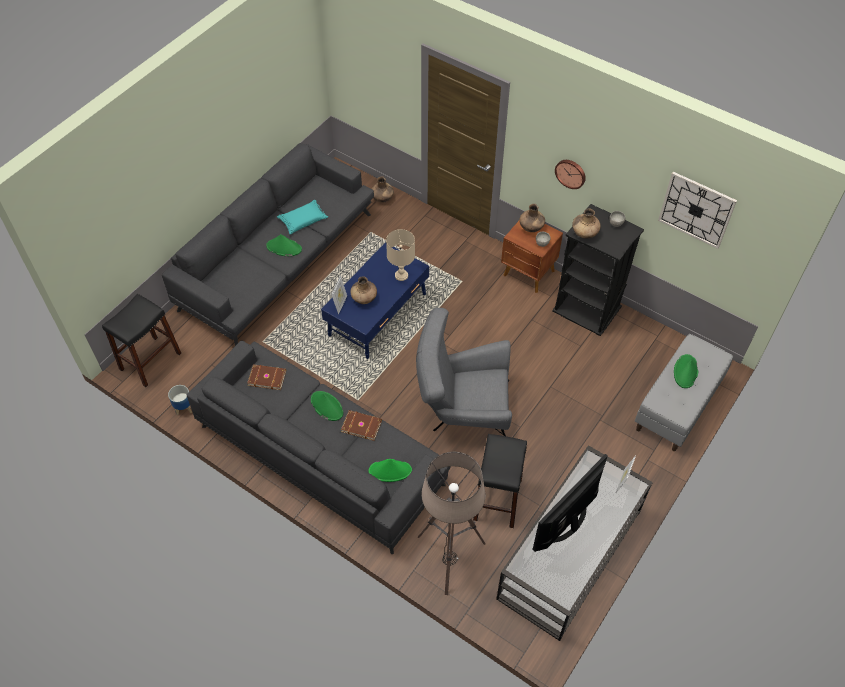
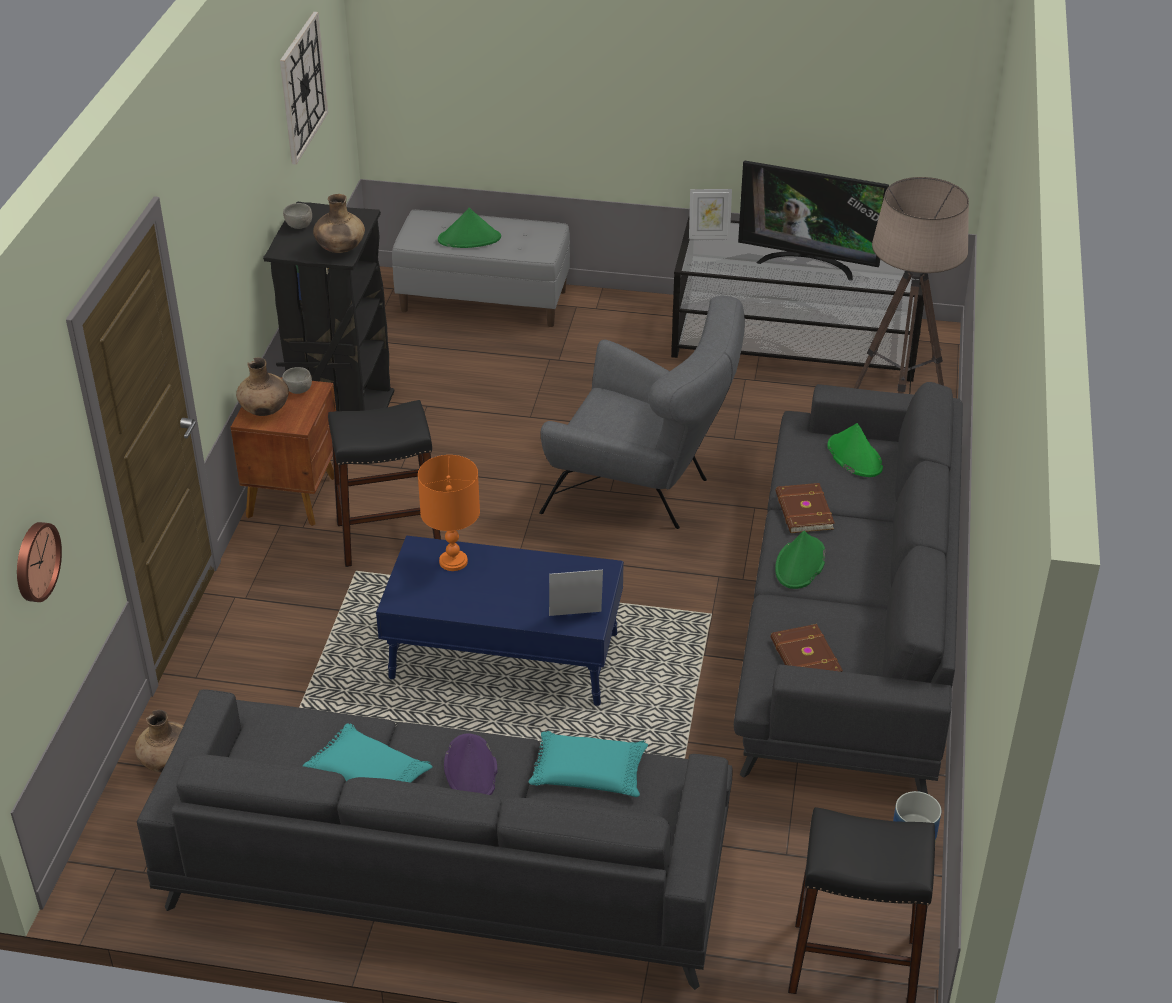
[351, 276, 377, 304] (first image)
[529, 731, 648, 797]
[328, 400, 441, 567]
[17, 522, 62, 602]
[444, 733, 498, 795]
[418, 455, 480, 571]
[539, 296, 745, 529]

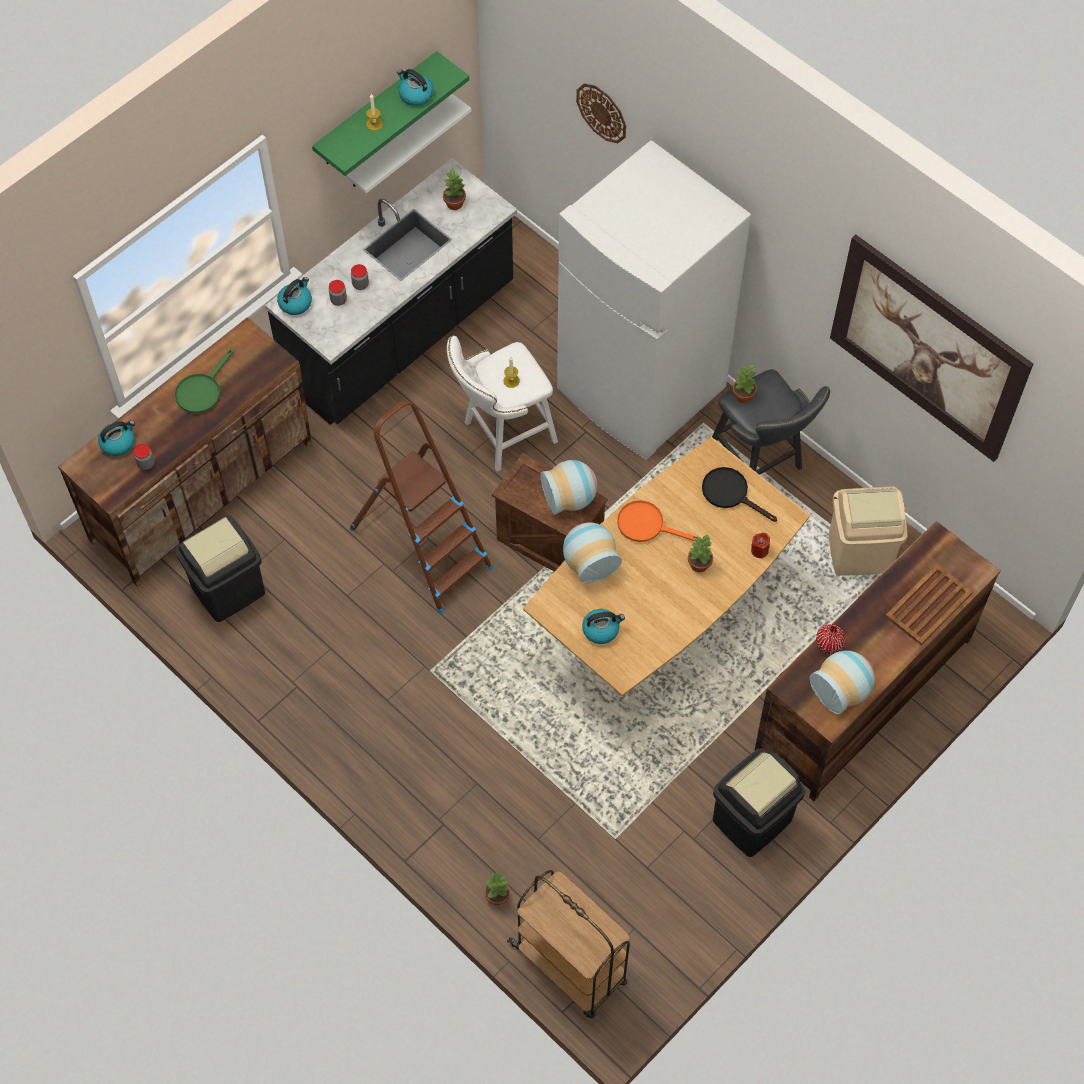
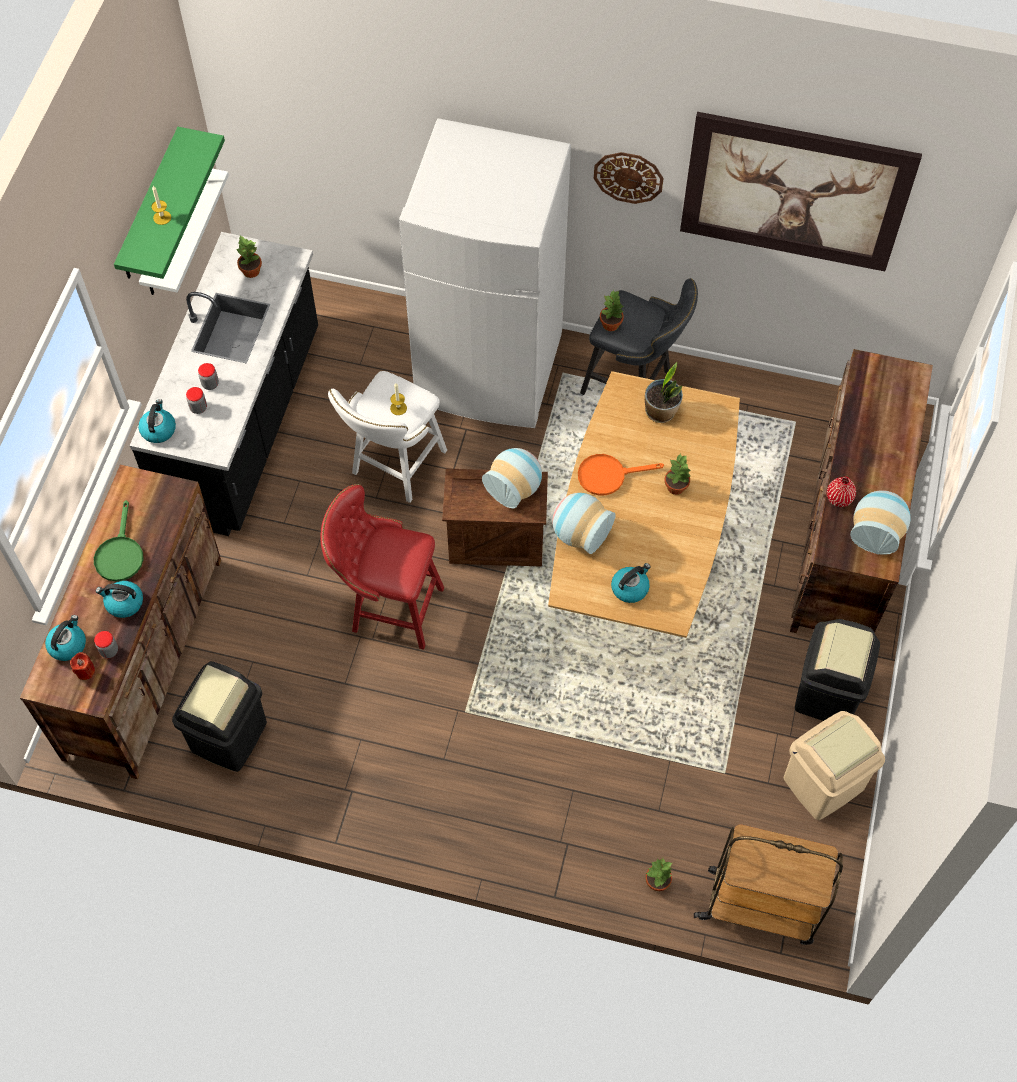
[885, 564, 972, 645] (first image)
[96, 581, 143, 618]
[594, 152, 664, 204]
[70, 652, 95, 680]
[784, 711, 885, 820]
[320, 484, 444, 649]
[645, 362, 683, 423]

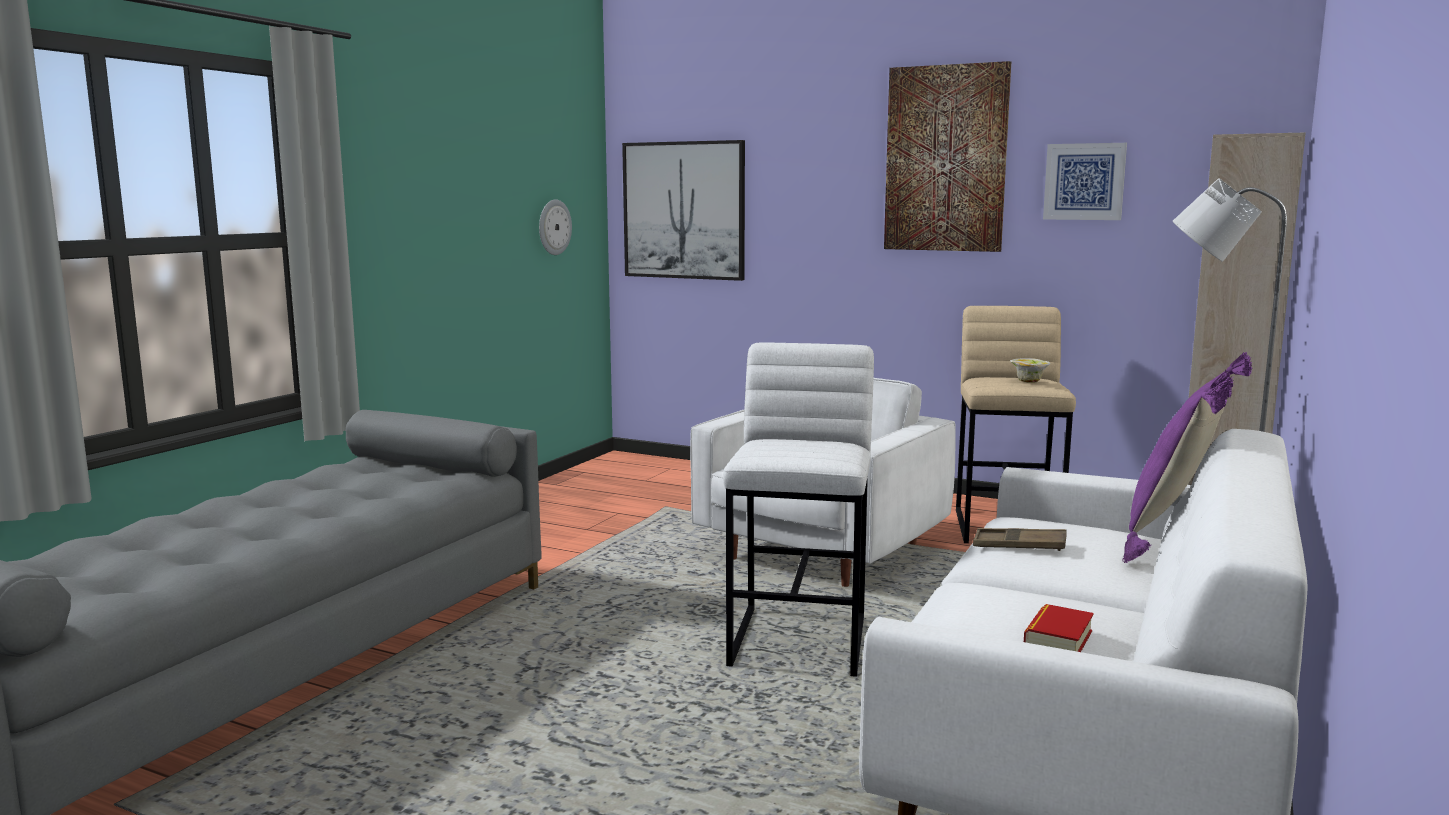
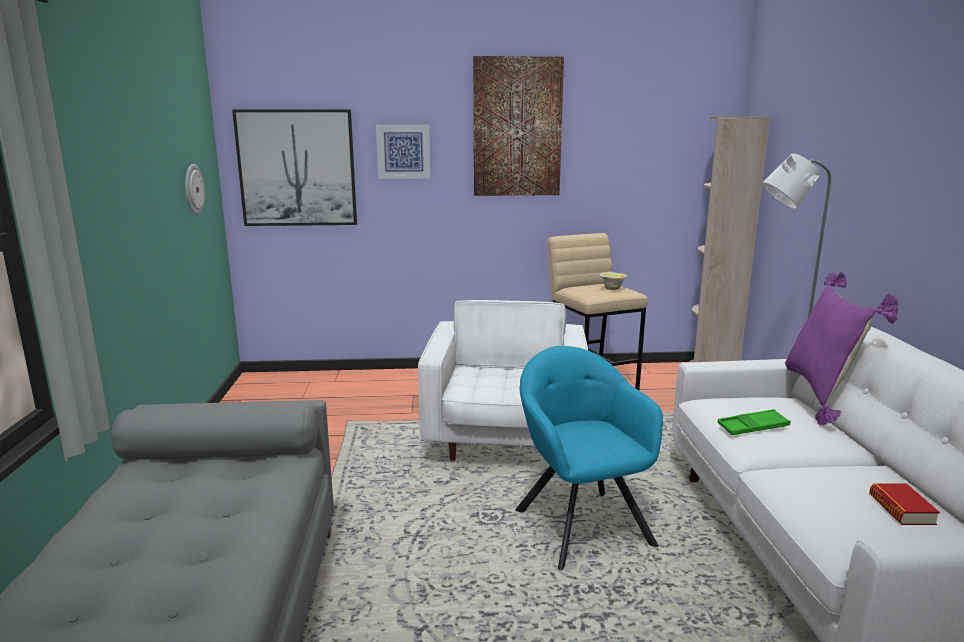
[376, 124, 430, 179]
[515, 346, 663, 570]
[718, 409, 790, 435]

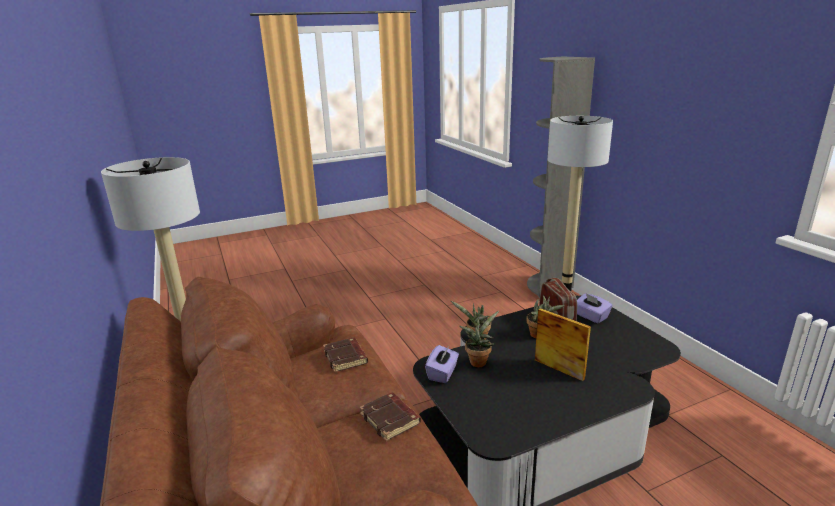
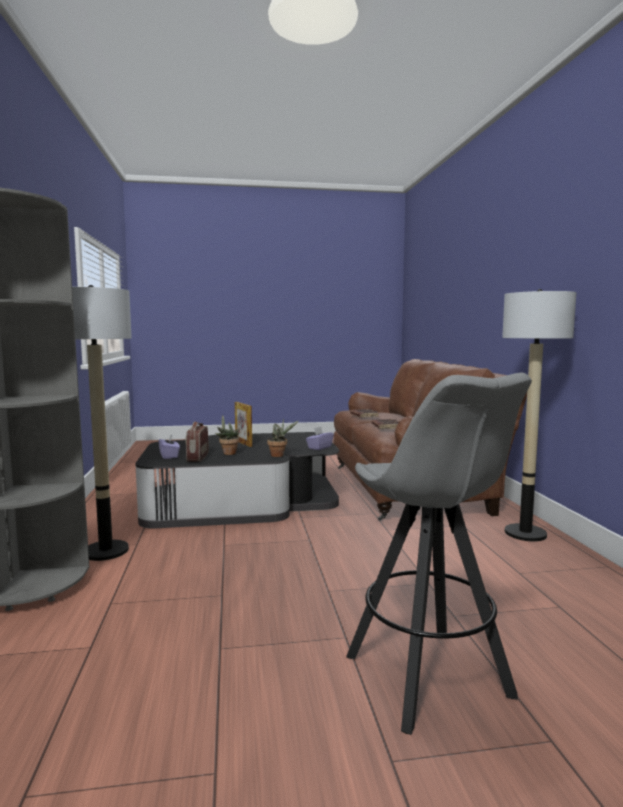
[459, 311, 499, 367] (first image)
[346, 373, 532, 735]

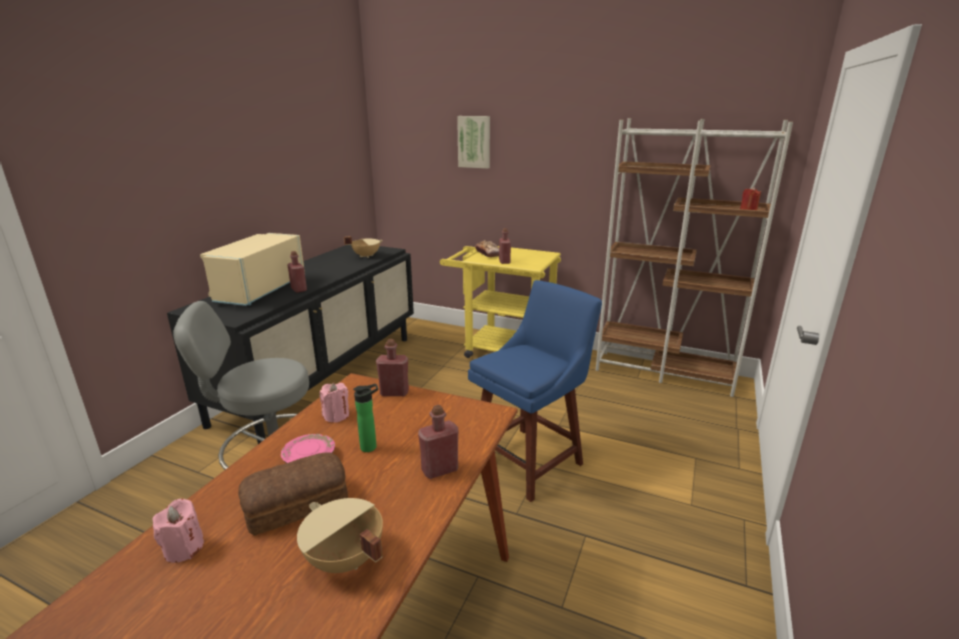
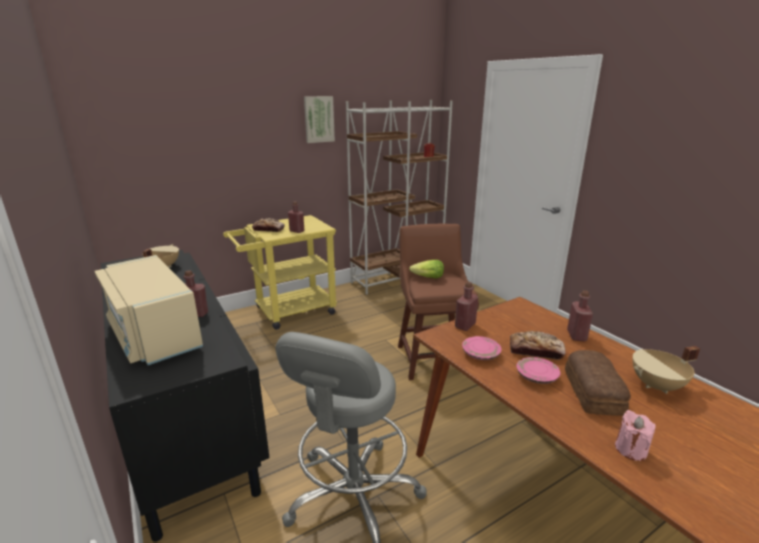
[409, 260, 444, 279]
[304, 96, 335, 143]
[462, 336, 501, 360]
[510, 331, 566, 360]
[398, 224, 479, 380]

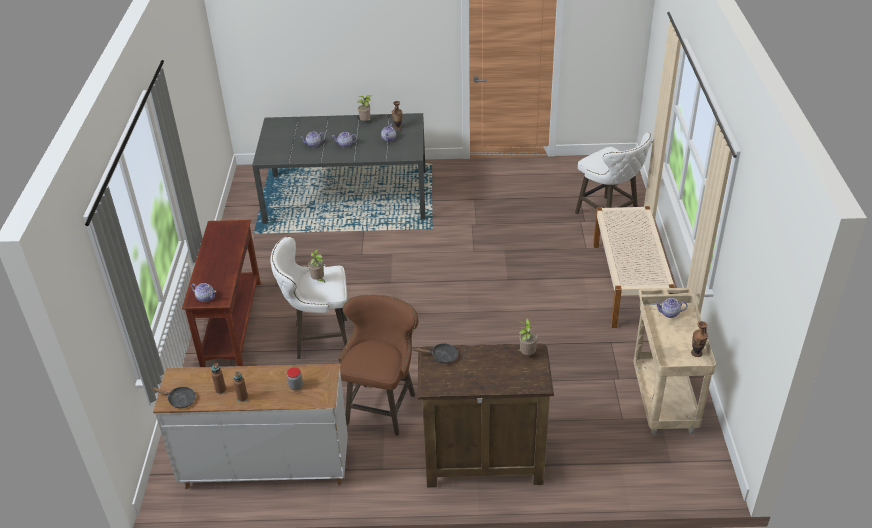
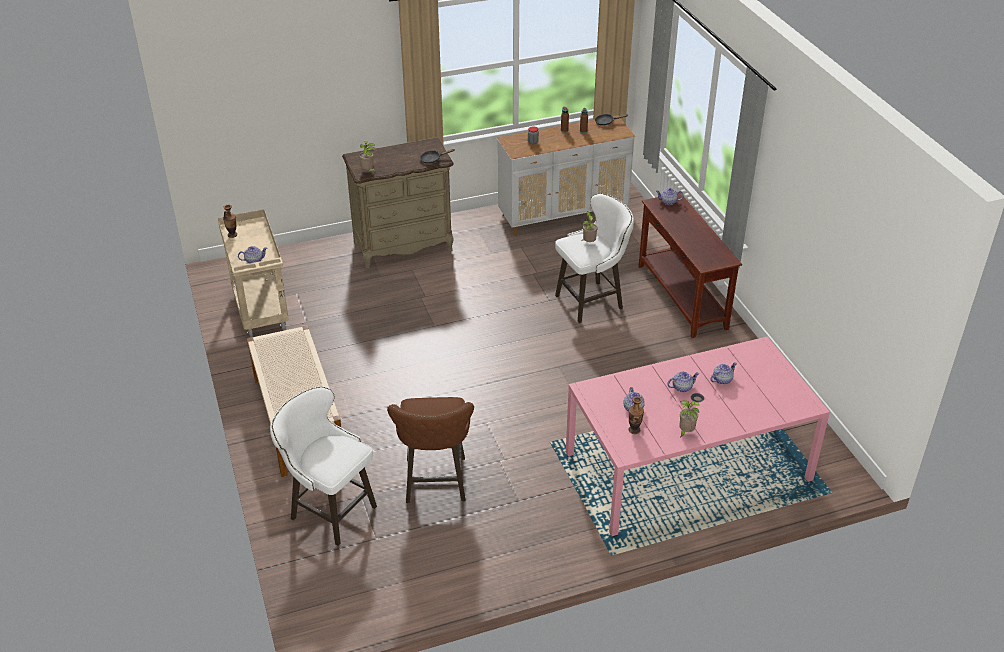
[387, 397, 474, 503]
[566, 337, 830, 537]

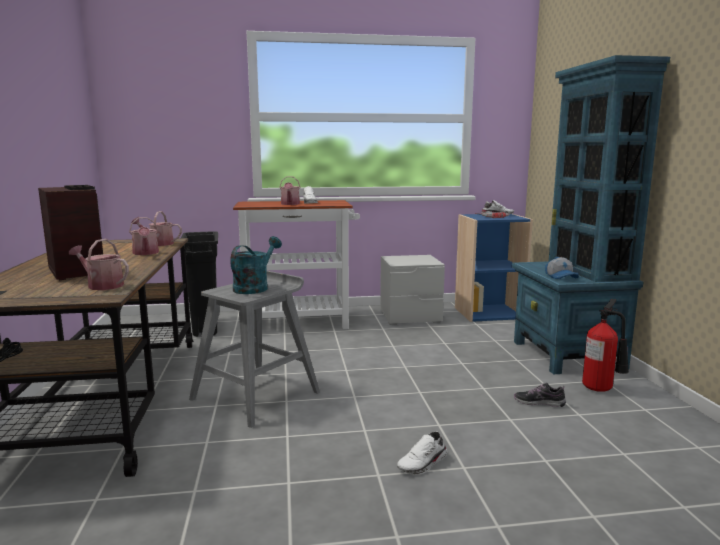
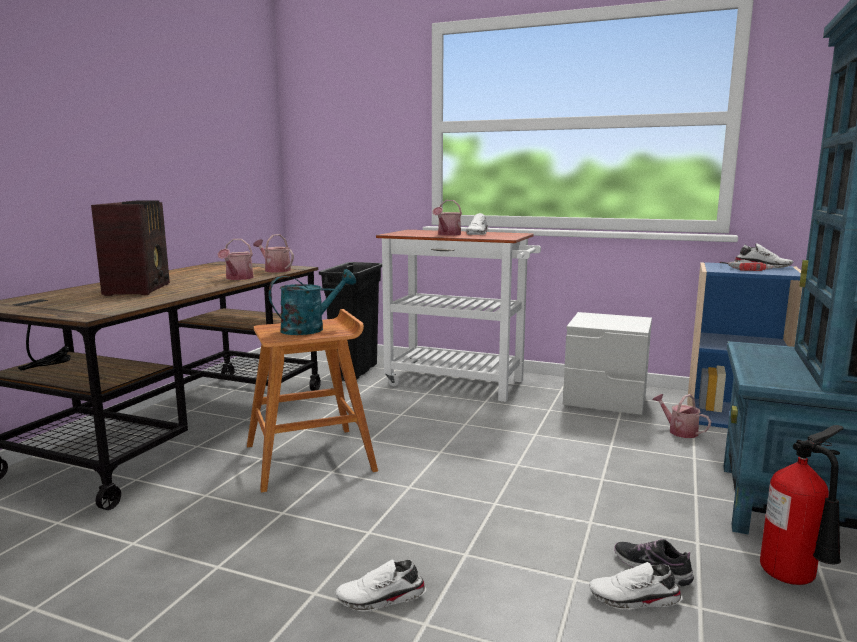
[545, 257, 579, 279] (first image)
[589, 562, 683, 610]
[652, 394, 711, 438]
[247, 309, 378, 493]

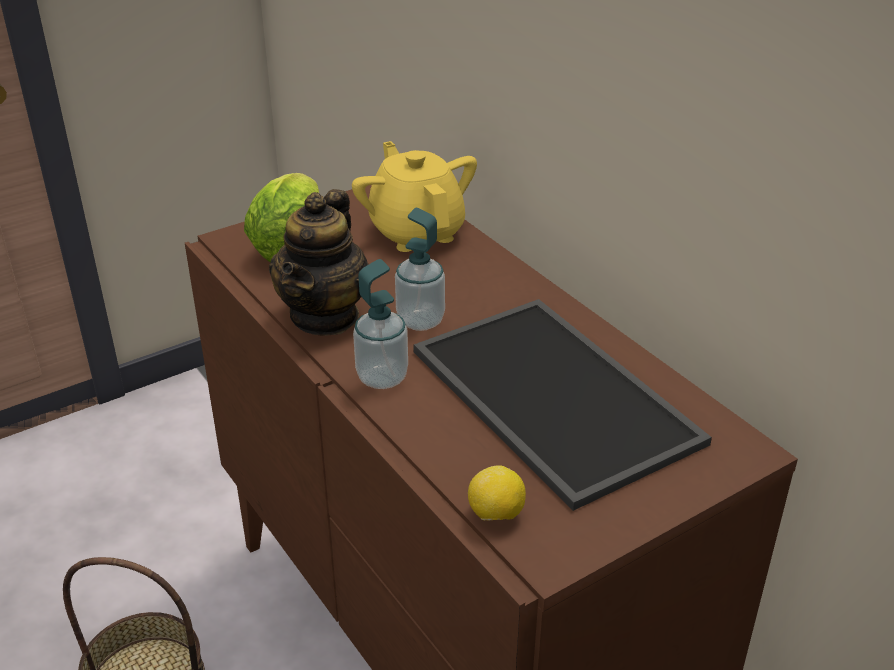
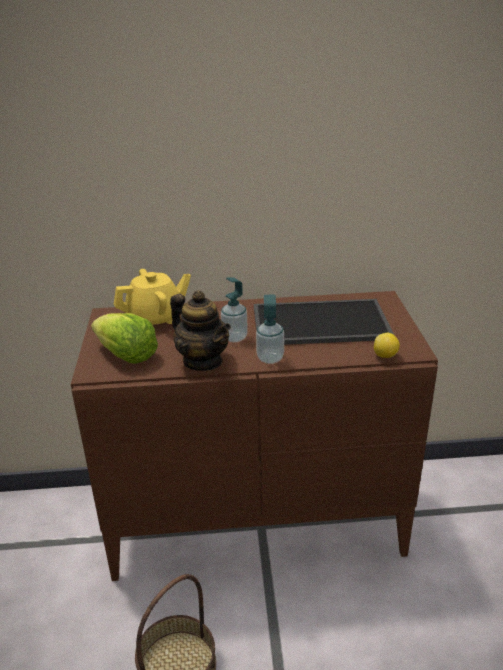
[114, 269, 191, 325]

